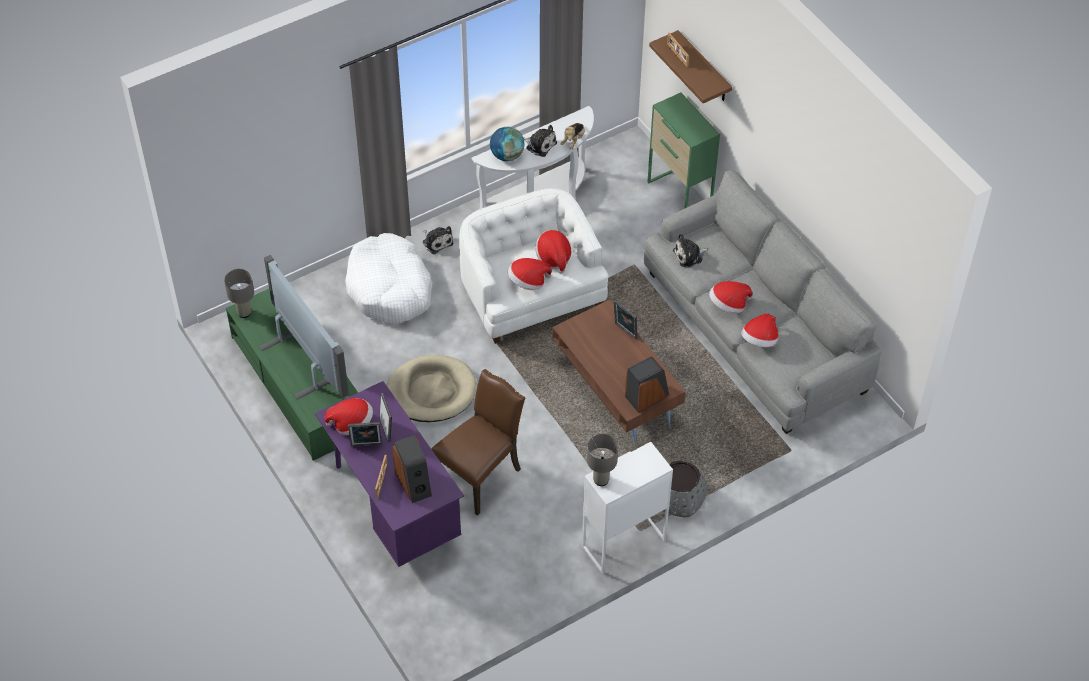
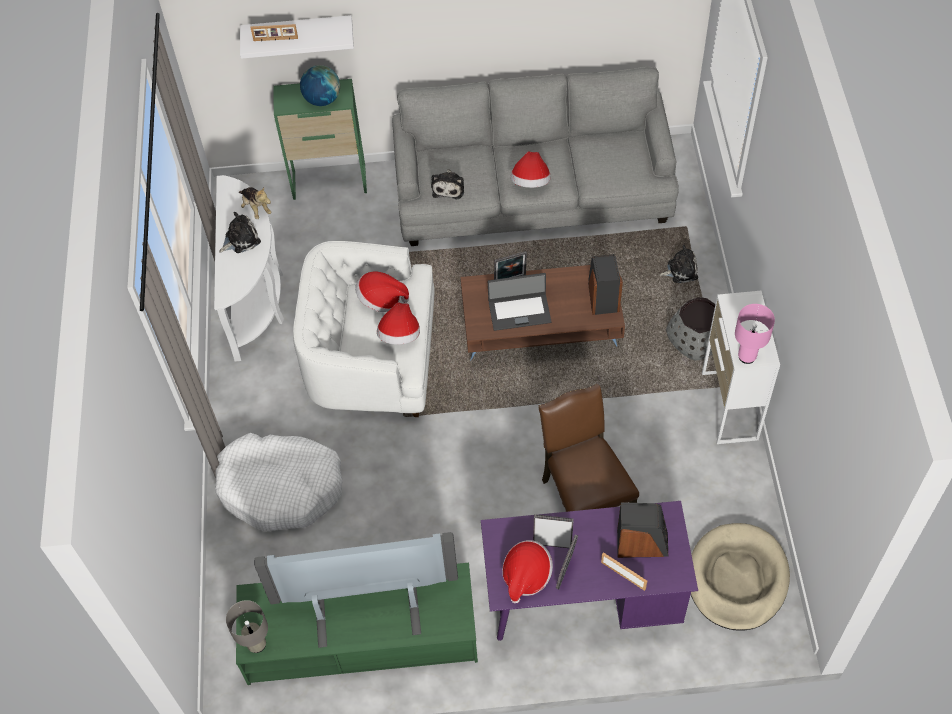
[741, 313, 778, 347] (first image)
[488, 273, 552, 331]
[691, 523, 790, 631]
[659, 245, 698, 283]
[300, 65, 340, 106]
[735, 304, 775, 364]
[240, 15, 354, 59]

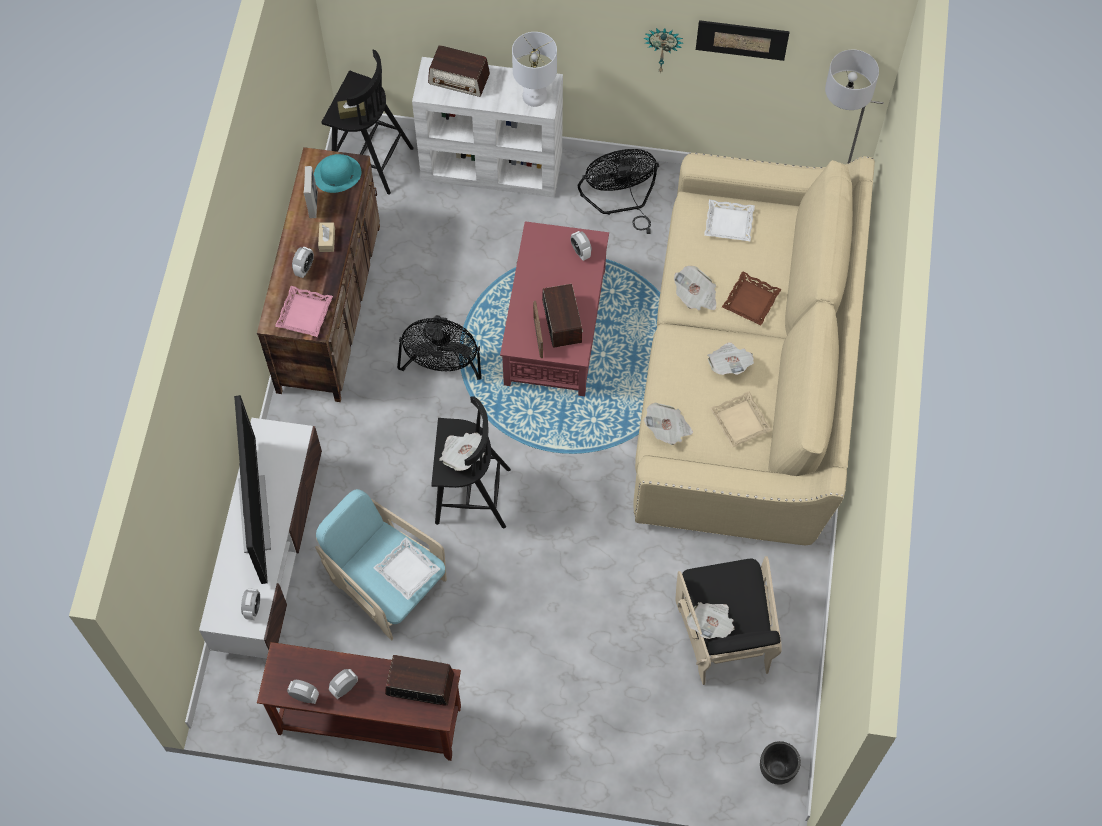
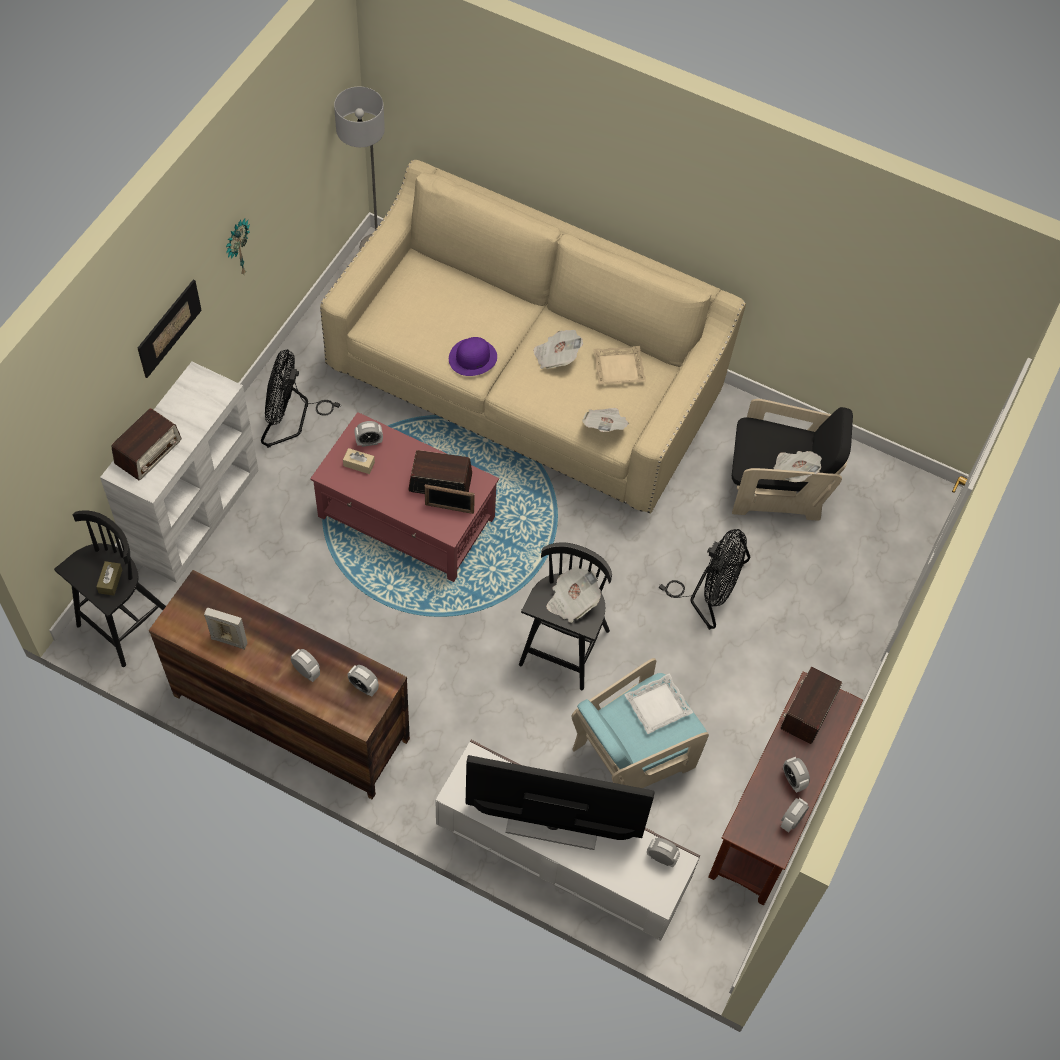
[314, 154, 361, 193] (first image)
[512, 32, 557, 107] (first image)
[704, 200, 755, 241] (first image)
[722, 271, 781, 325] (first image)
[760, 741, 801, 785] (first image)
[343, 448, 375, 474]
[659, 529, 750, 630]
[138, 279, 202, 378]
[348, 665, 379, 697]
[449, 337, 497, 376]

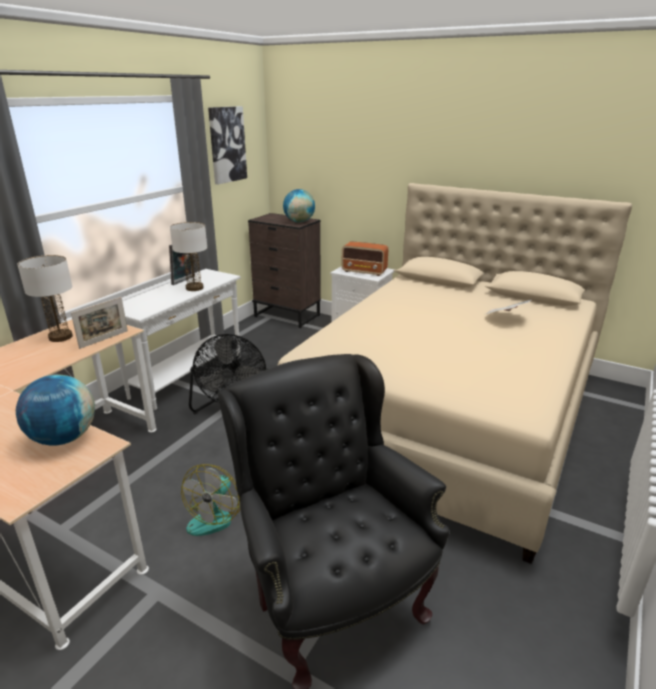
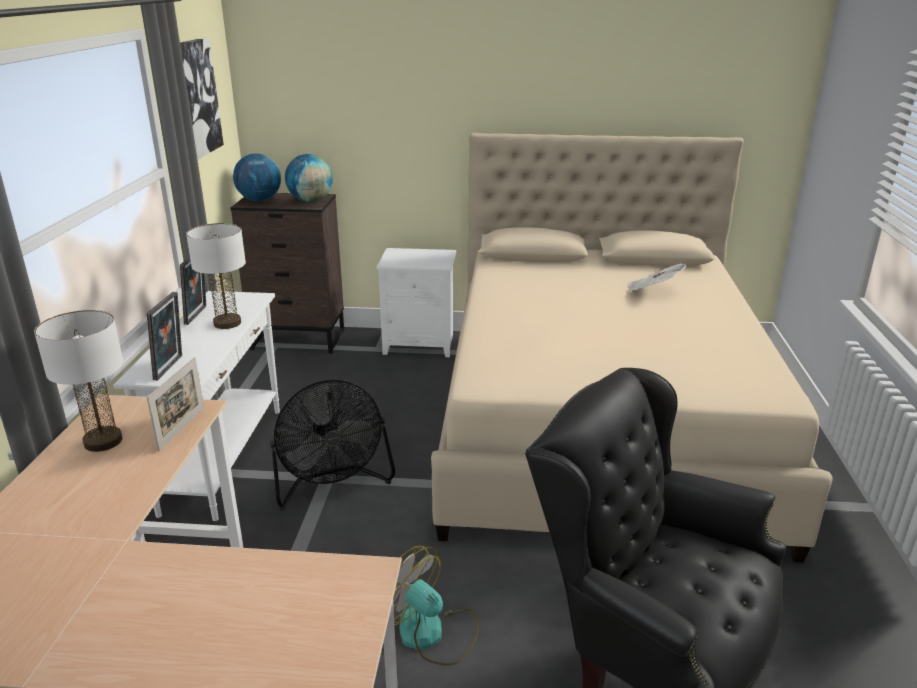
[341, 241, 388, 276] (first image)
[147, 292, 182, 381]
[233, 153, 281, 201]
[393, 545, 479, 666]

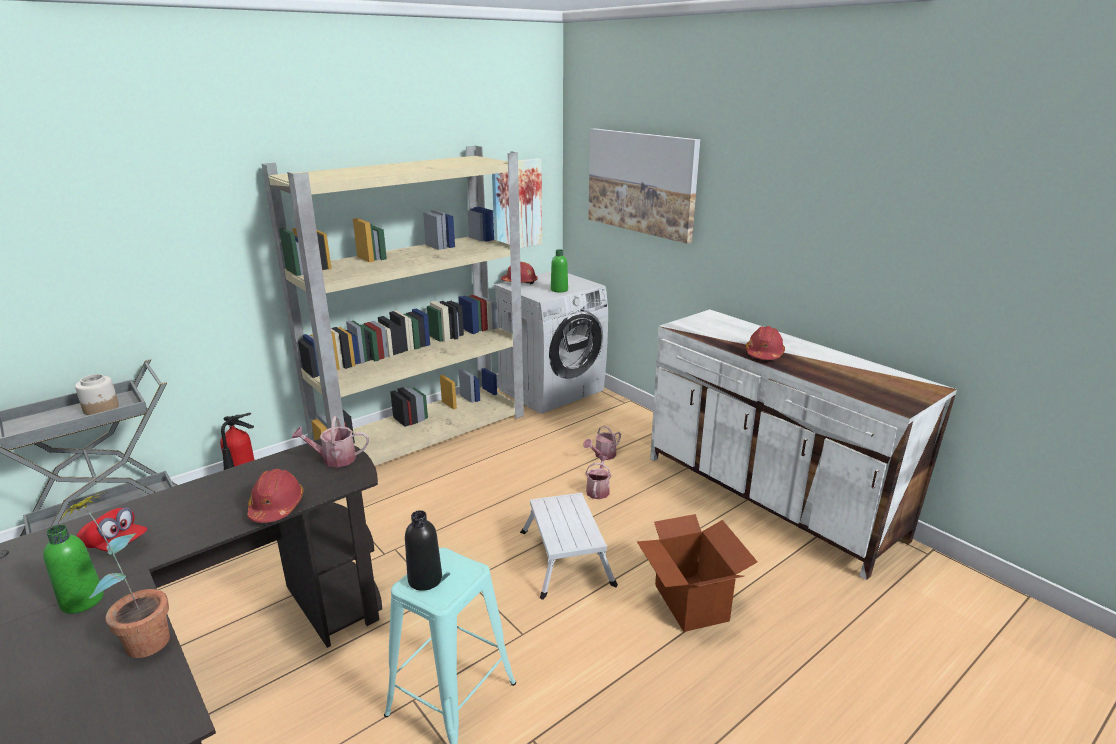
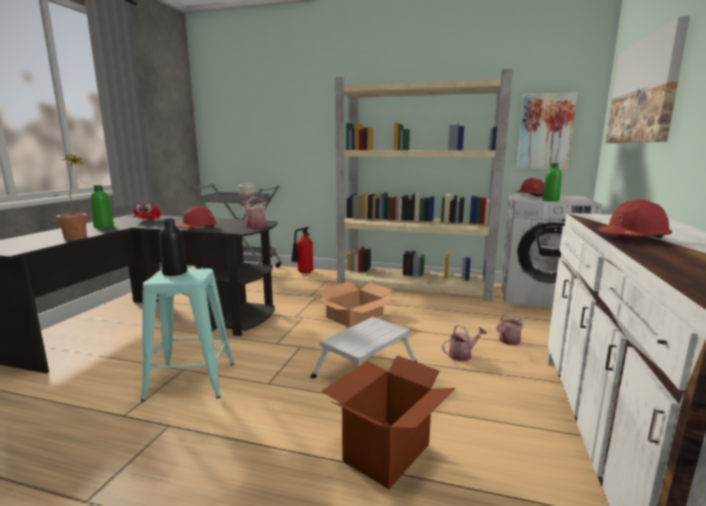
[316, 281, 396, 328]
[496, 311, 523, 345]

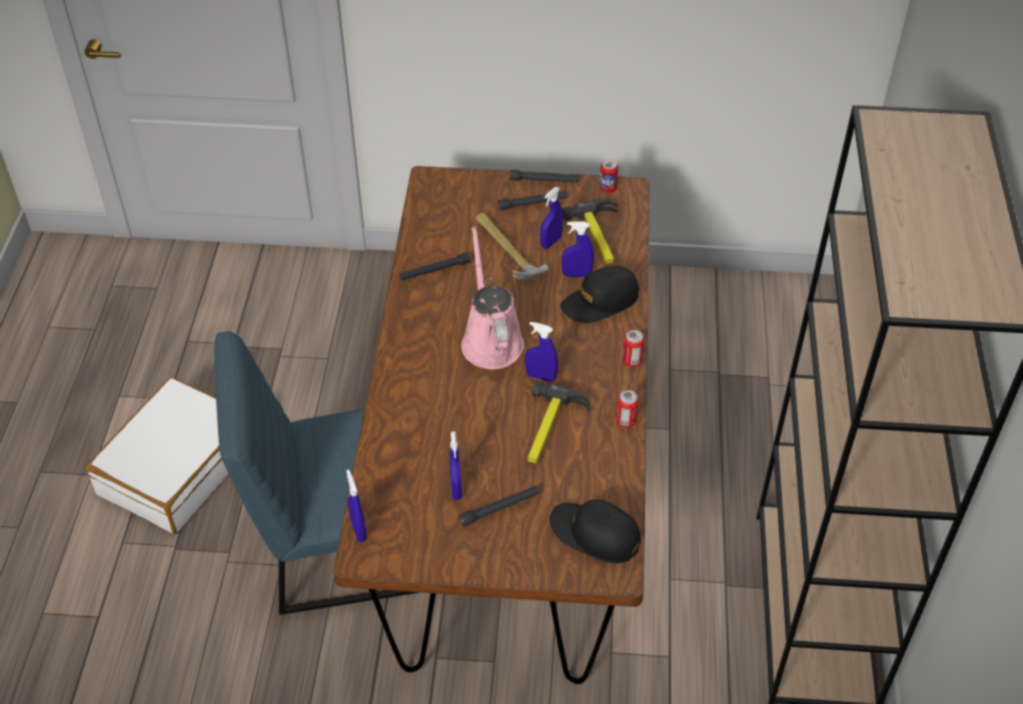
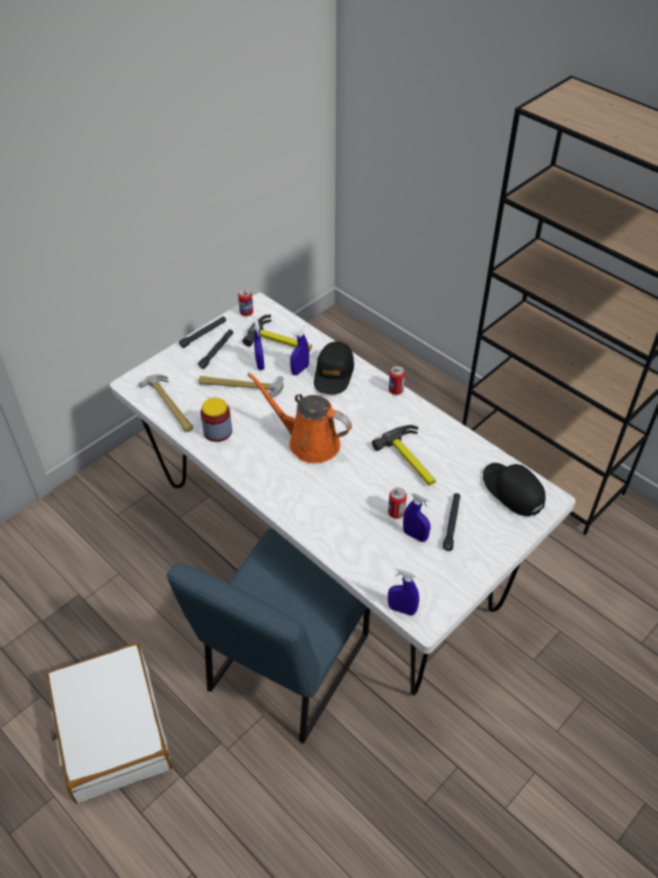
[525, 322, 558, 382] (first image)
[139, 374, 193, 432]
[388, 488, 407, 518]
[200, 398, 232, 442]
[110, 293, 576, 695]
[247, 373, 352, 463]
[483, 463, 546, 516]

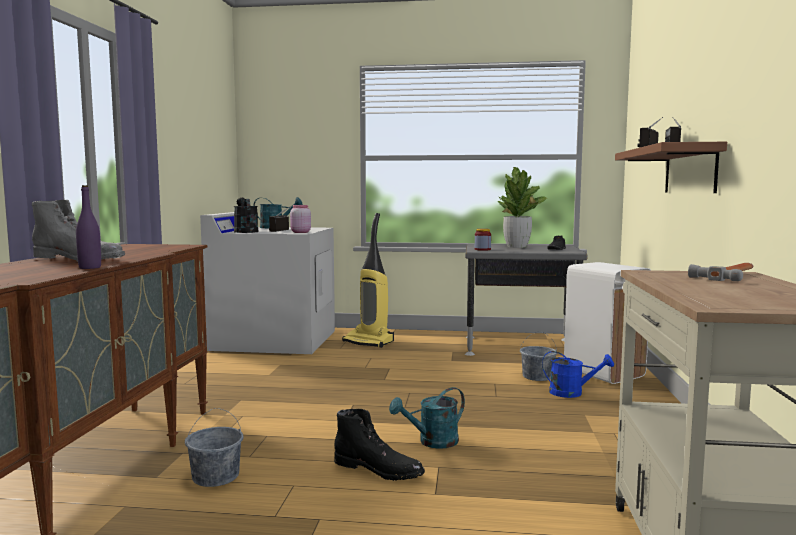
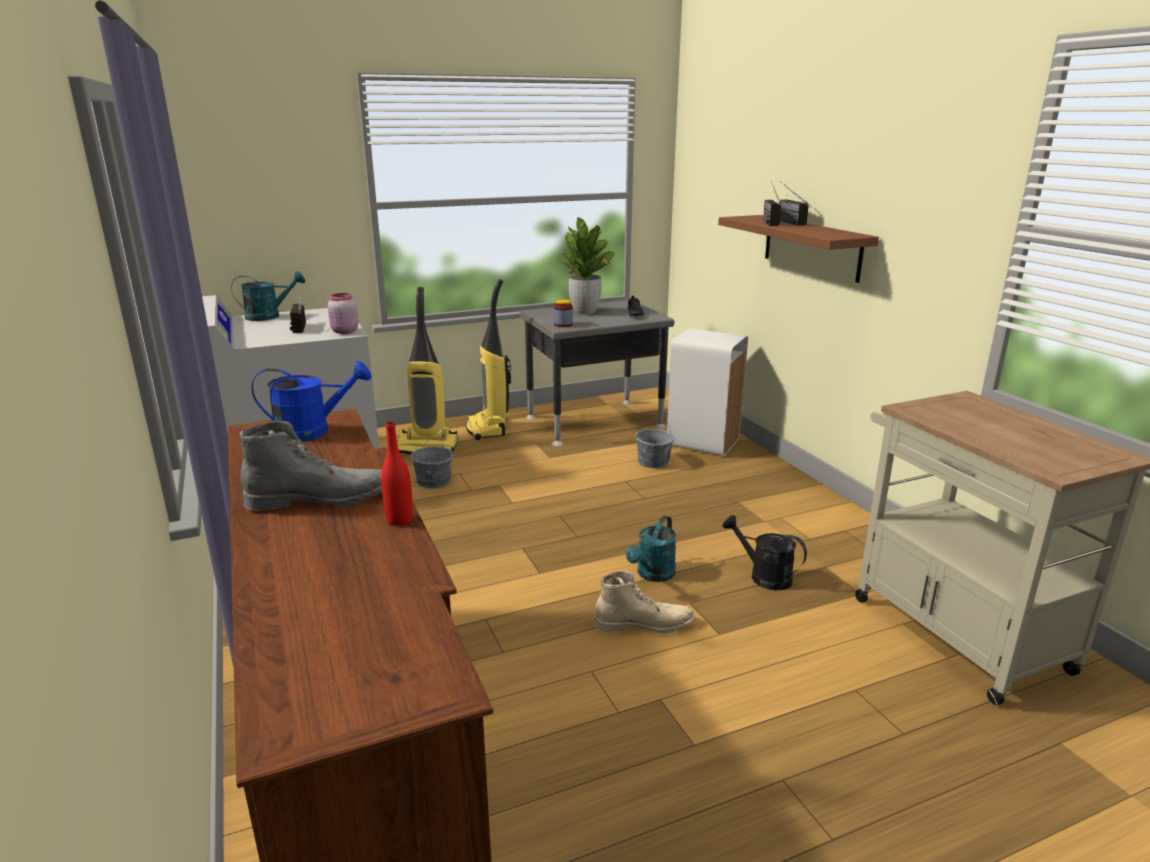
[688, 263, 754, 281] (first image)
[466, 279, 511, 440]
[410, 433, 454, 488]
[722, 515, 807, 590]
[252, 361, 371, 441]
[381, 420, 413, 526]
[594, 571, 695, 634]

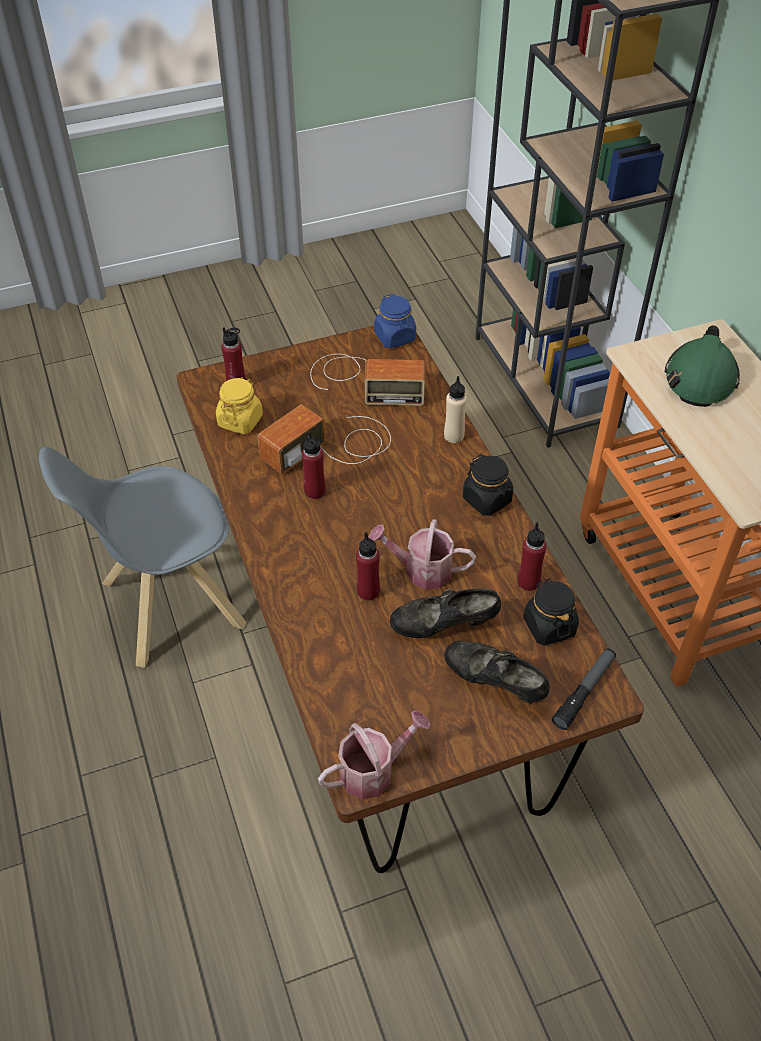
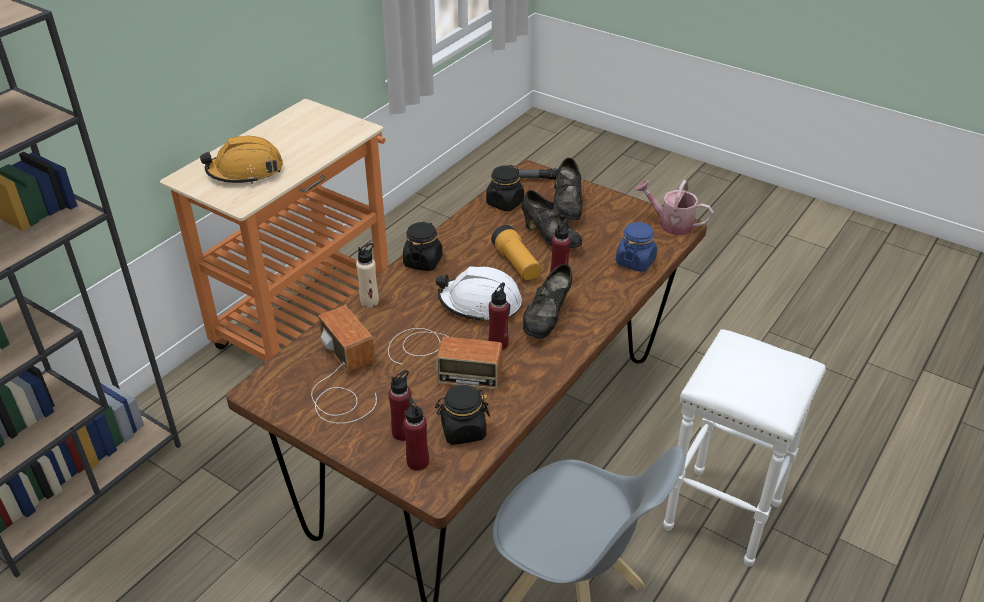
[436, 266, 522, 323]
[523, 264, 572, 339]
[663, 329, 826, 567]
[616, 222, 657, 272]
[388, 370, 411, 441]
[491, 225, 541, 281]
[435, 385, 490, 445]
[200, 136, 283, 184]

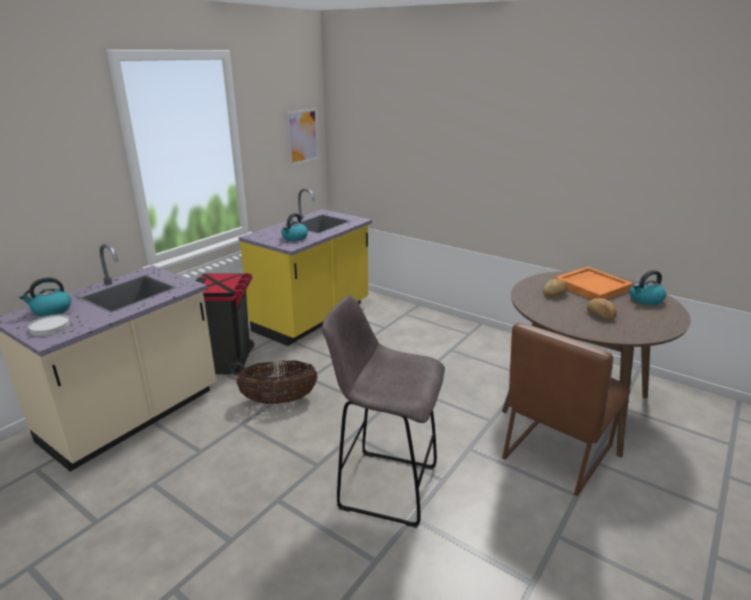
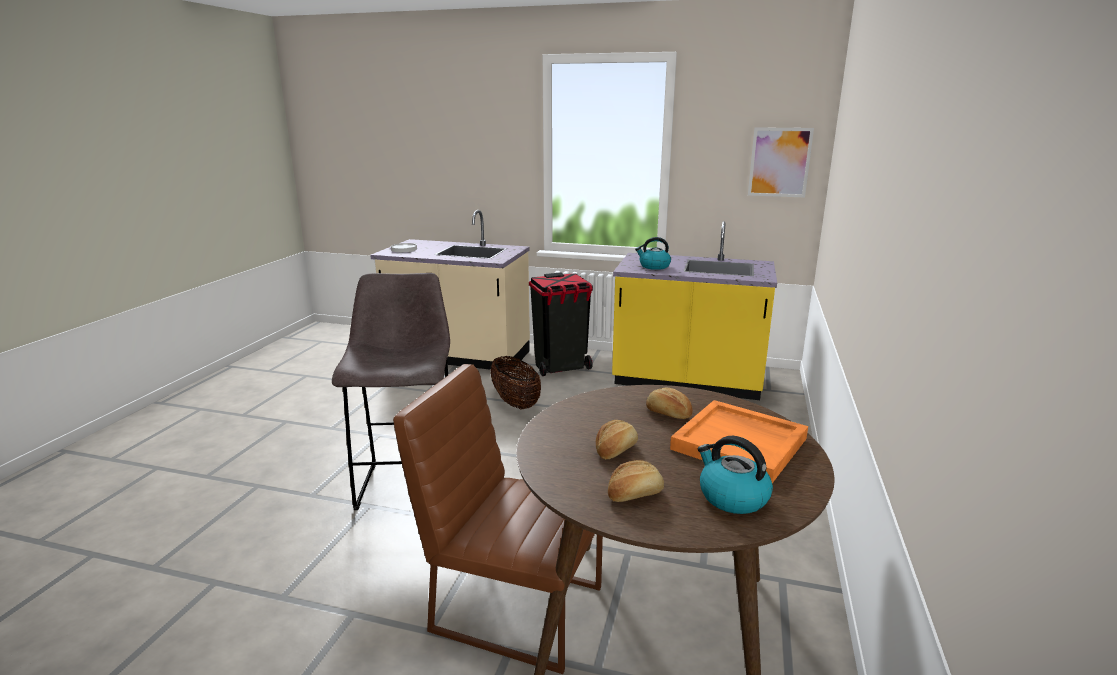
[19, 277, 71, 317] (first image)
[608, 460, 664, 502]

